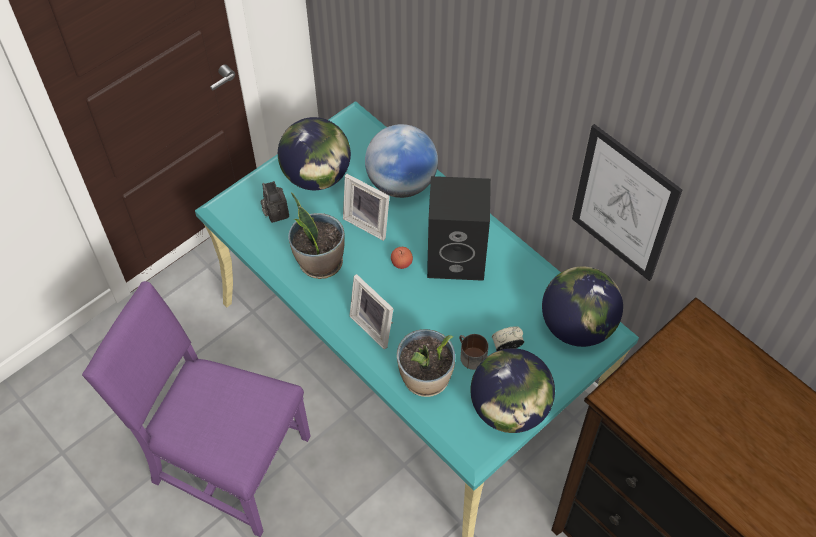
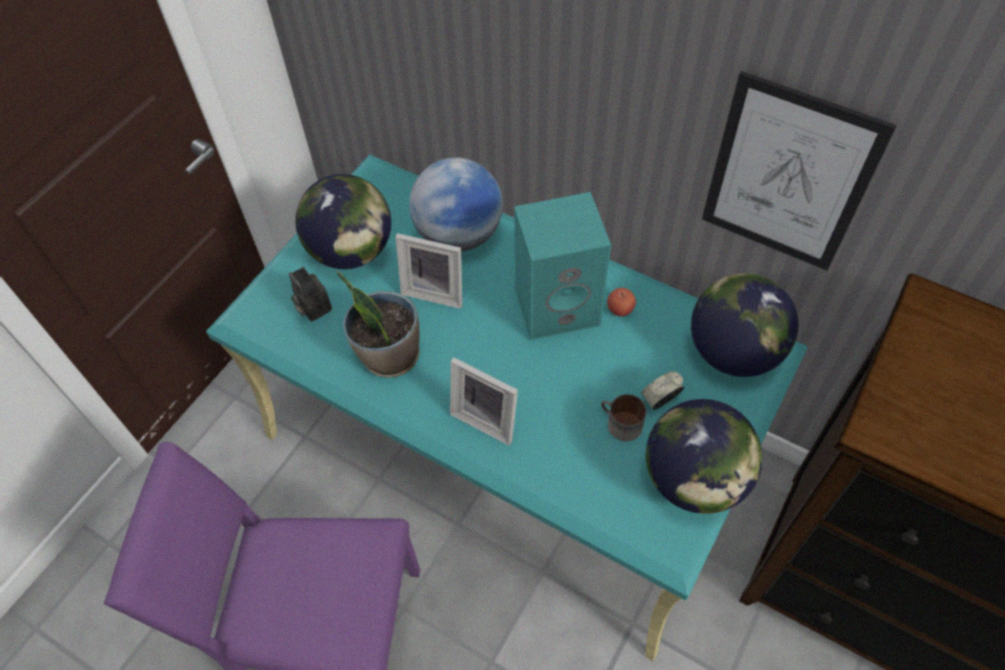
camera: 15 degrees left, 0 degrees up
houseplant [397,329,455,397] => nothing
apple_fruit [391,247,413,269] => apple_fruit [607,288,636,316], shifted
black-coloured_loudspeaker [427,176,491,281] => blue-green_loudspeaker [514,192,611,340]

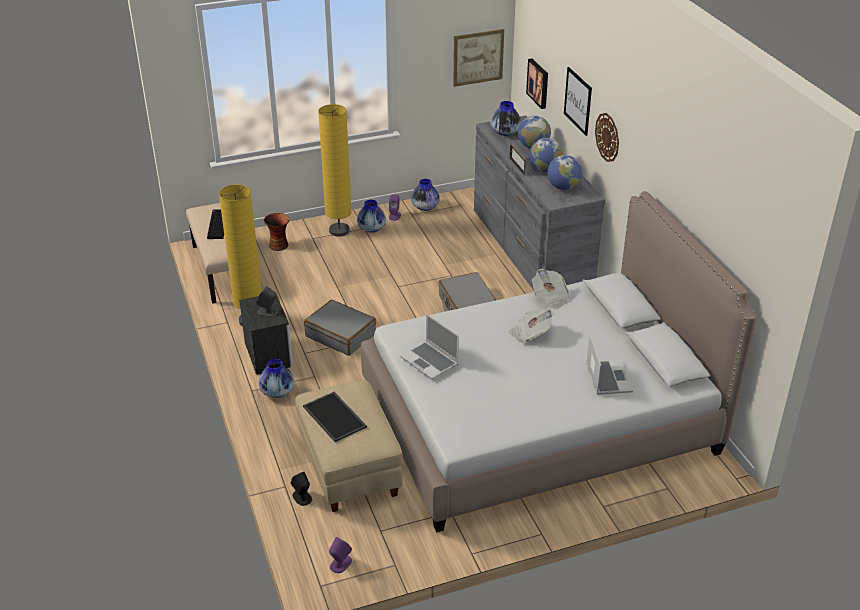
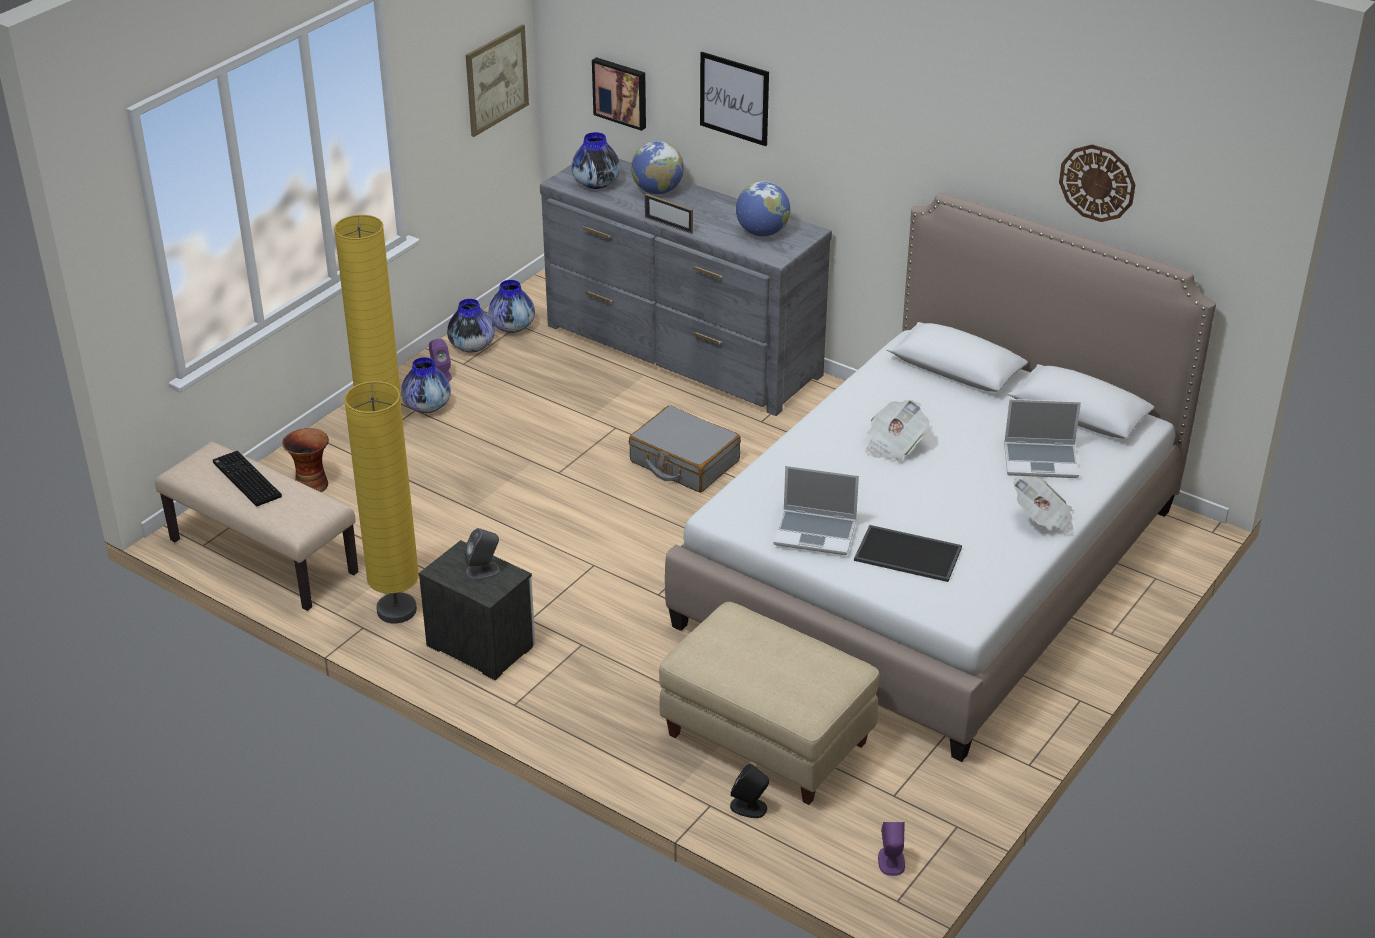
camera: 35 degrees left, 0 degrees up
gray_piece_of_luggage [304,300,376,356] => nothing
globe [529,138,563,172] => nothing
decorative_vase [259,359,294,398] => decorative_vase [488,280,535,333], shifted
carrying_tray [303,392,367,442] => carrying_tray [854,525,962,582], shifted
printed_paper [532,269,571,310] => printed_paper [1014,476,1074,534], shifted
clock_on_the_wall [595,113,619,162] => clock_on_the_wall [1059,144,1135,222], shifted
portable_computer [586,334,633,395] => portable_computer [1004,399,1081,478], 135 degrees clockwise

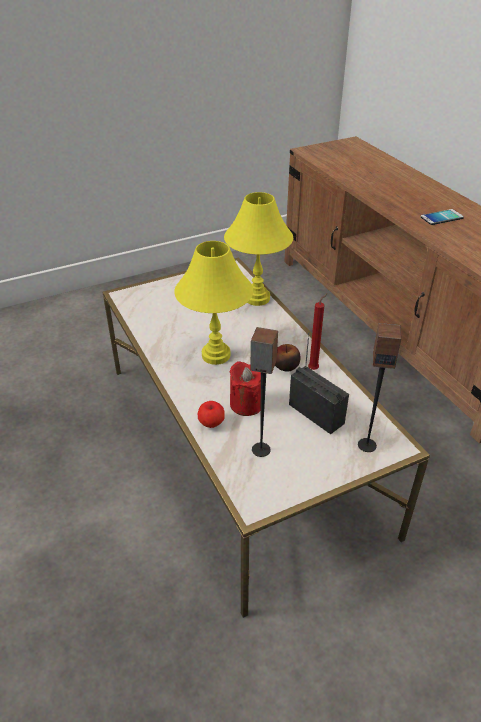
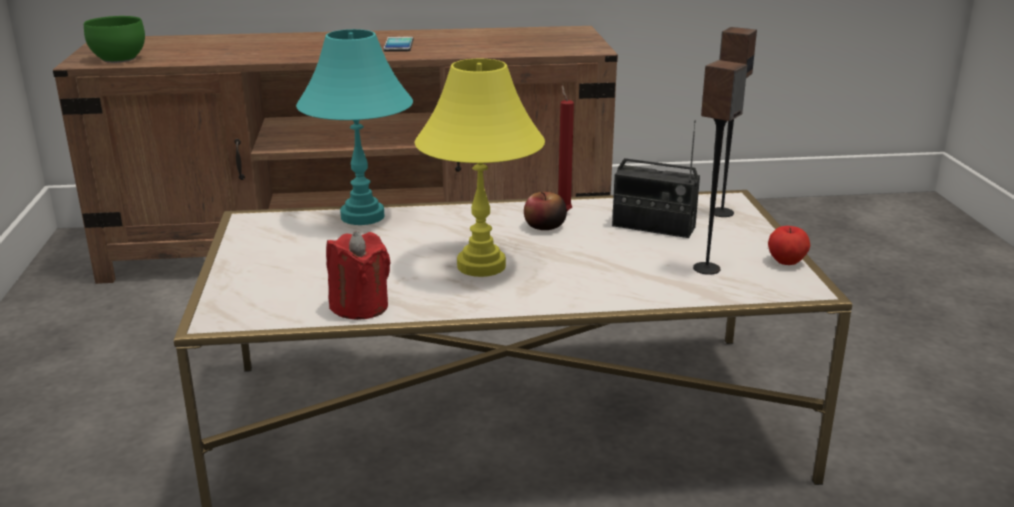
camera: 70 degrees left, 15 degrees down
nothing => green_serving_bowl [84,16,145,63]
apple_fruit [198,401,225,428] => apple_fruit [768,226,810,265], shifted
reddish_wax_light [229,361,261,416] => reddish_wax_light [326,231,391,320], shifted
yellow-coloured_table_lamp [224,192,293,306] => blue-green_table_lamp [296,29,413,225]
radio_receiver [289,333,349,434] => radio_receiver [612,120,700,238], 135 degrees counterclockwise

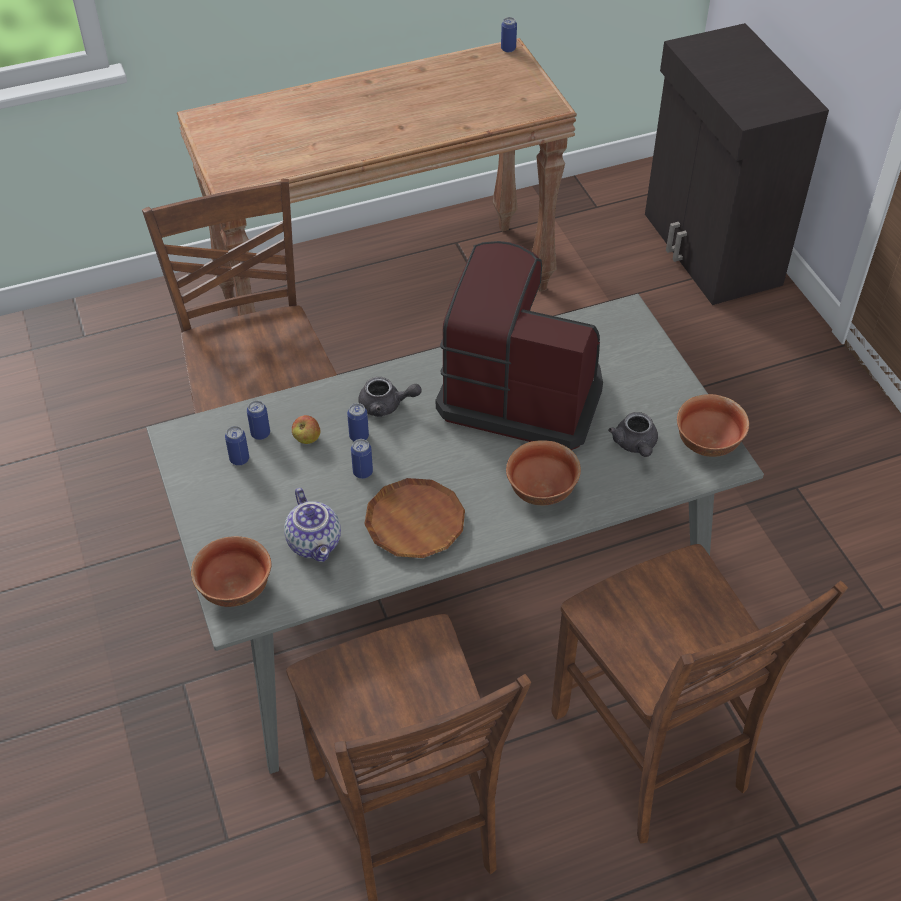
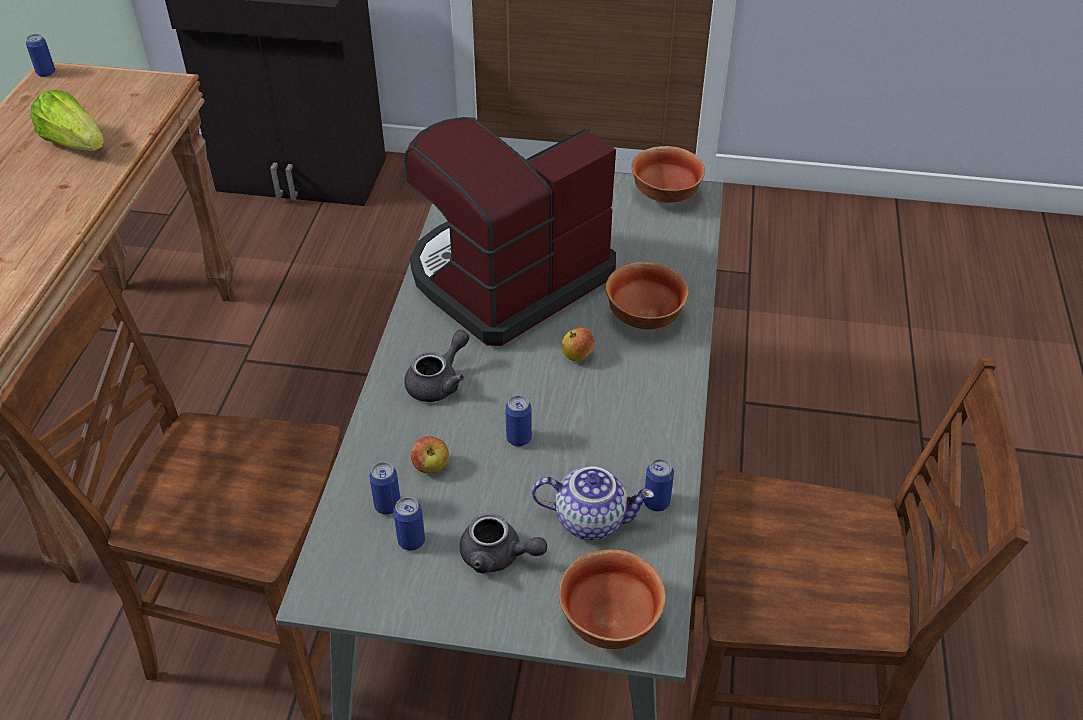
camera: 60 degrees left, 5 degrees down
brown_dinner_plate [365,478,465,558] => nothing
brown_plain_chair [551,544,848,843] => nothing
nothing => head_of_lettuce [30,90,104,151]
nothing => apple_fruit [561,327,595,362]
sealed_can [347,403,369,441] => sealed_can [644,459,674,512], shifted
gray_pot_for_tea [608,412,658,457] => gray_pot_for_tea [460,513,547,574], shifted

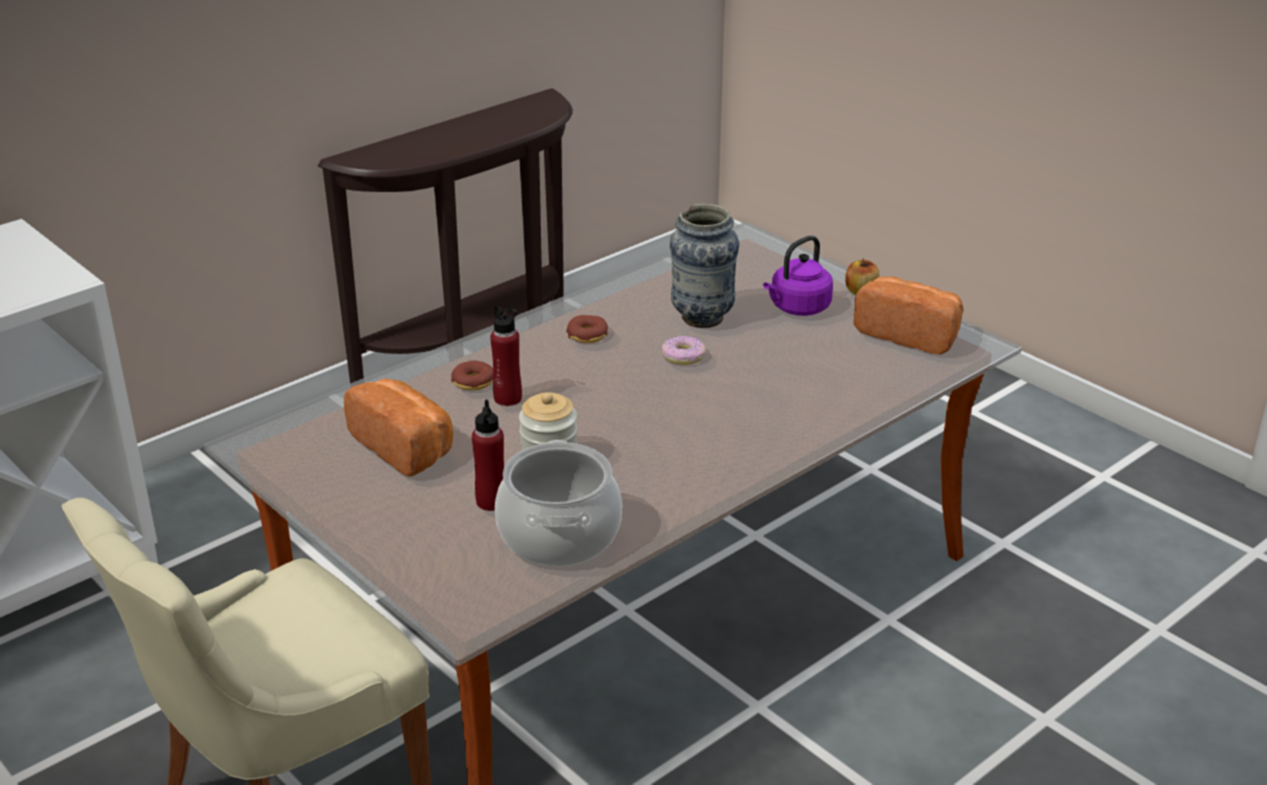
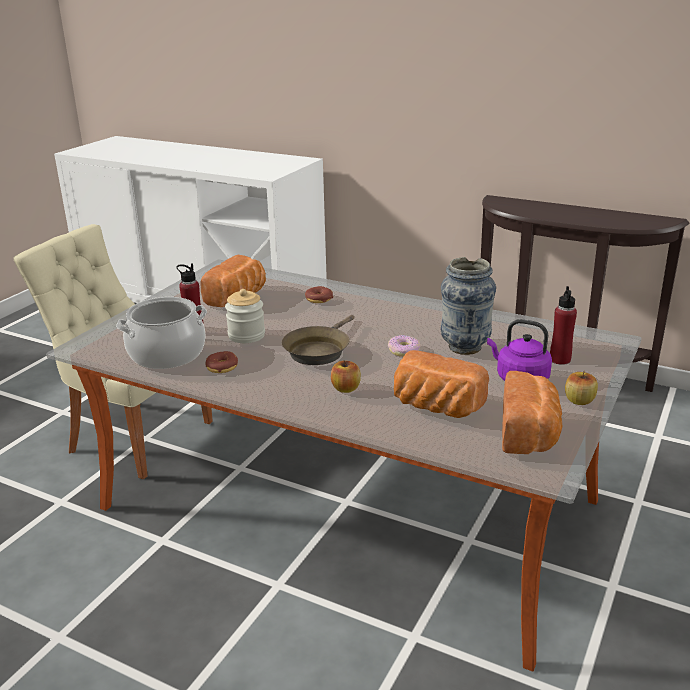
camera: 70 degrees right, 5 degrees down
nothing => brown_pan [282,315,355,365]
nothing => apple_fruit [331,361,361,393]
nothing => bakery_bread [394,350,489,418]
reddish_drink_bottle [490,305,522,406] => reddish_drink_bottle [550,286,577,365], shifted
ring_doughnut [566,315,608,343] => ring_doughnut [205,351,238,373], shifted

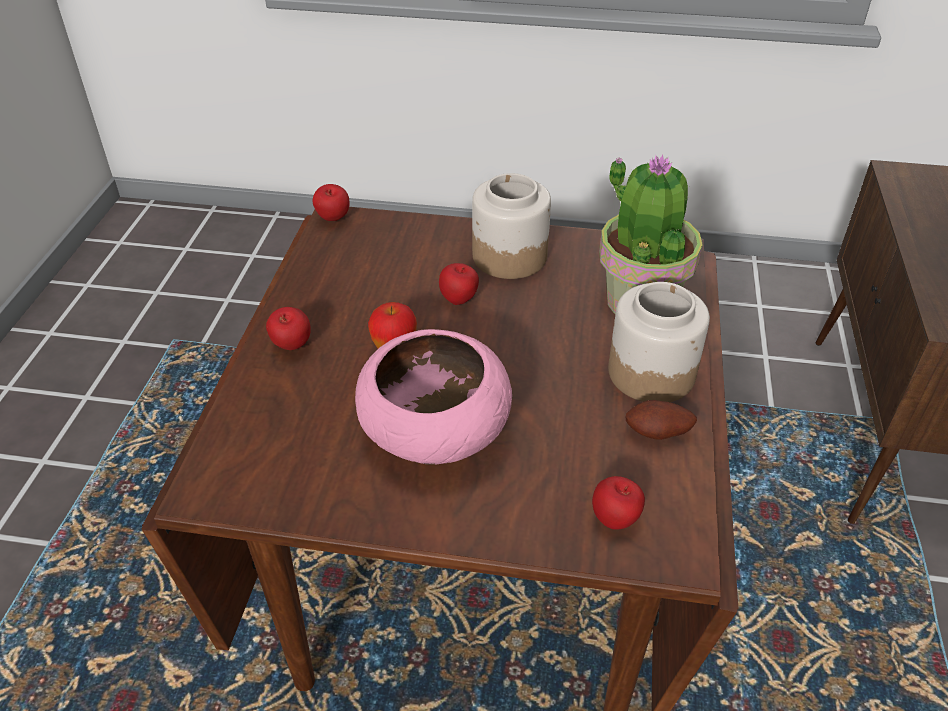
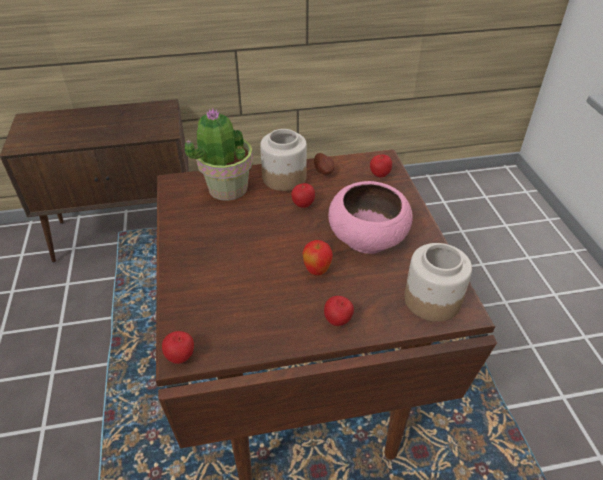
camera: 110 degrees left, 0 degrees up
apple_fruit [439,263,479,305] => apple_fruit [291,183,315,208], shifted
jar [472,173,551,279] => jar [404,243,472,322], shifted

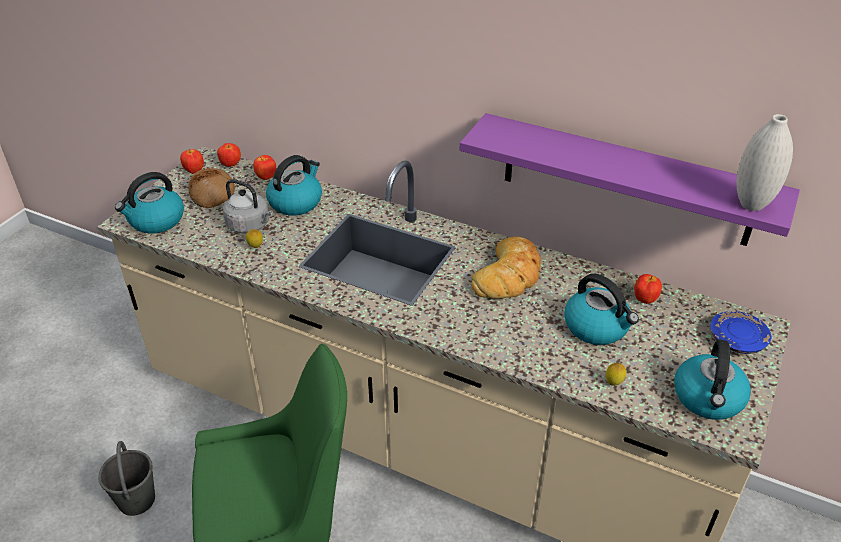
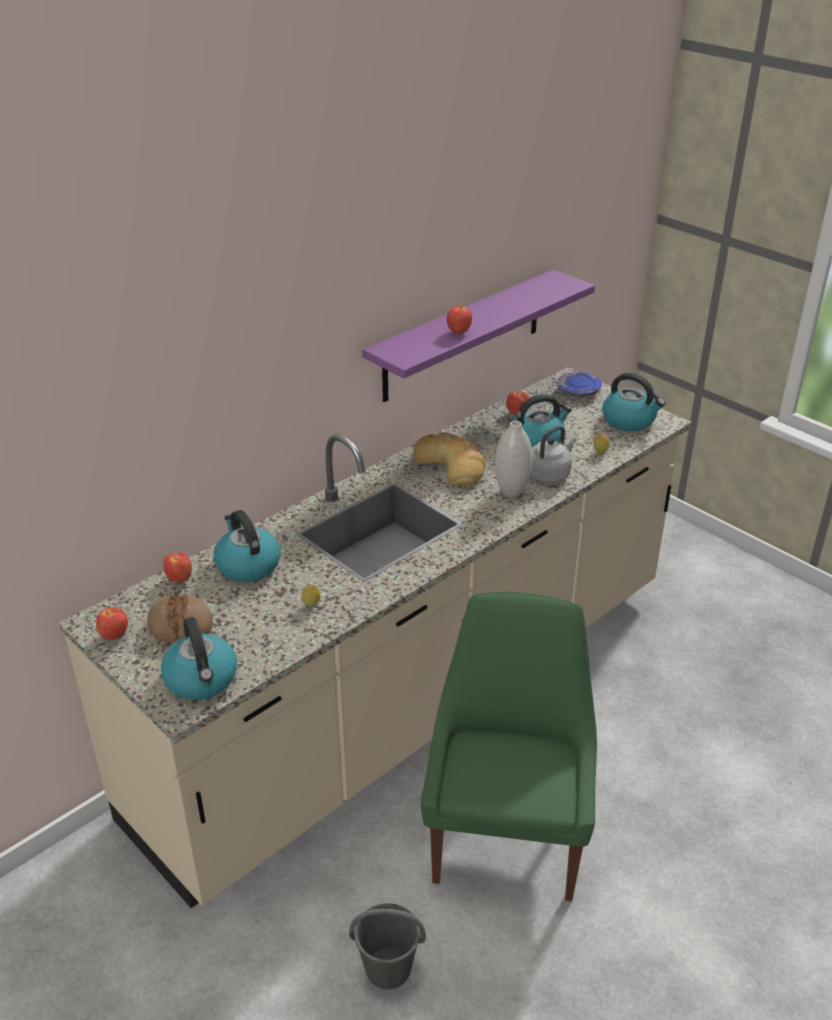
camera: 70 degrees left, 5 degrees down
apple_fruit [217,143,241,167] => apple_fruit [447,305,472,334], shifted
gray_kettle [223,179,273,233] => gray_kettle [530,426,576,483], shifted
white_decorative_vase [737,114,793,211] => white_decorative_vase [495,421,532,497], shifted

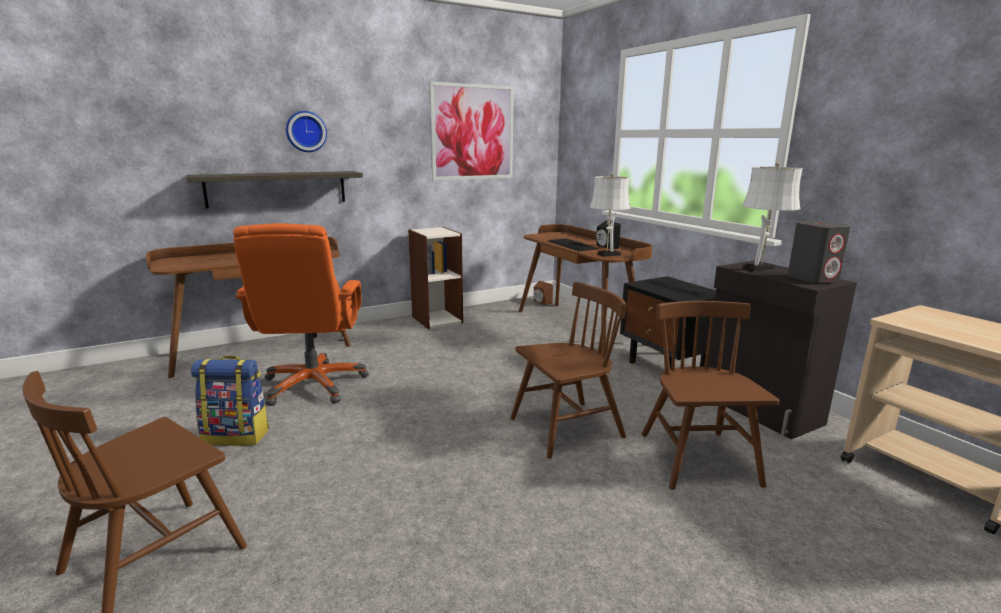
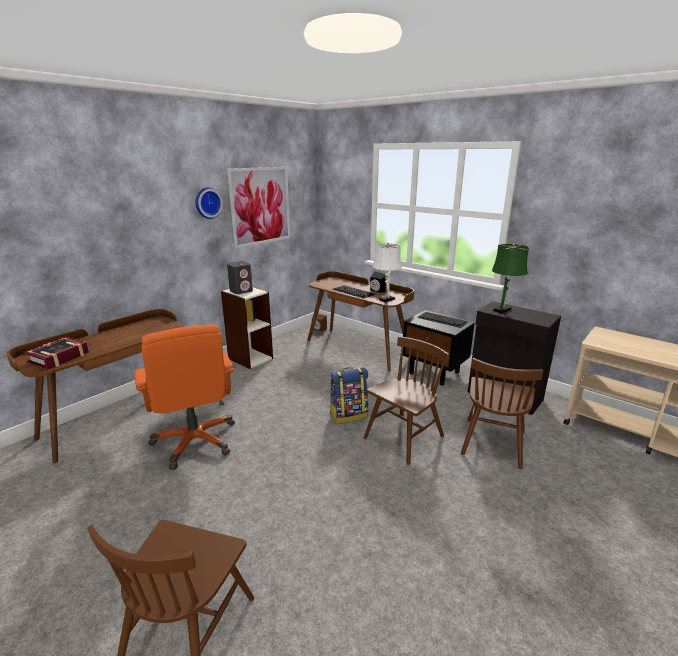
camera: 20 degrees left, 5 degrees up
wall_shelf [186,171,363,208] => nothing
nothing => book [23,337,89,370]
backpack [191,356,269,446] => backpack [330,367,368,424], shifted
clock_on_the_wall [286,111,327,152] => clock_on_the_wall [196,187,223,219], shifted
gray_loudspeaker [788,221,851,283] => gray_loudspeaker [227,261,253,294], shifted
white_table_lamp [742,162,803,272] => green_table_lamp [492,243,529,313]
brown_plain_chair [641,301,779,490] => brown_plain_chair [461,358,543,469], 135 degrees counterclockwise

